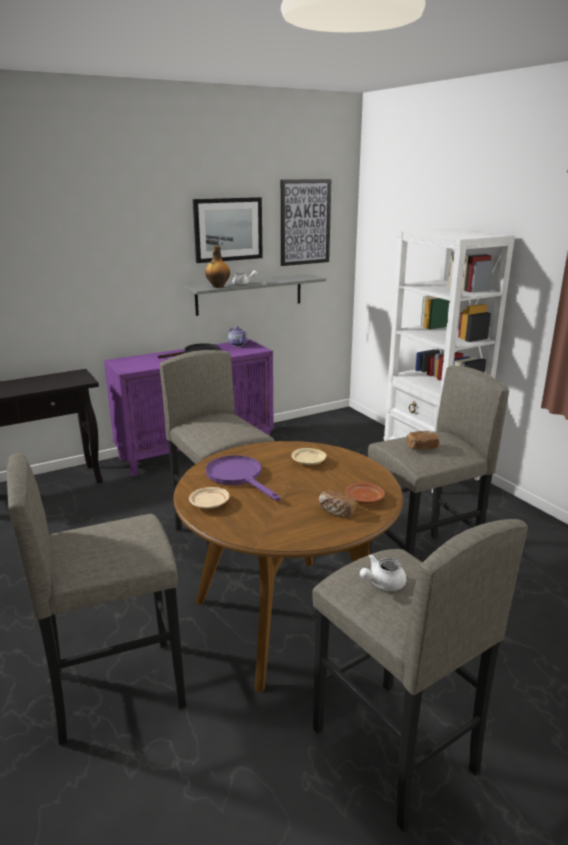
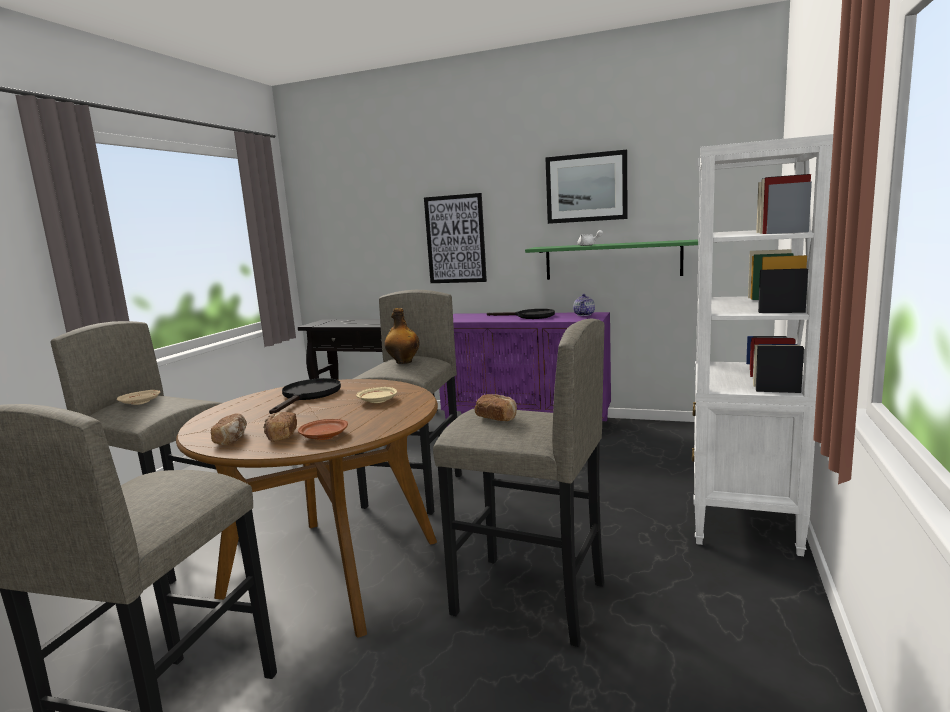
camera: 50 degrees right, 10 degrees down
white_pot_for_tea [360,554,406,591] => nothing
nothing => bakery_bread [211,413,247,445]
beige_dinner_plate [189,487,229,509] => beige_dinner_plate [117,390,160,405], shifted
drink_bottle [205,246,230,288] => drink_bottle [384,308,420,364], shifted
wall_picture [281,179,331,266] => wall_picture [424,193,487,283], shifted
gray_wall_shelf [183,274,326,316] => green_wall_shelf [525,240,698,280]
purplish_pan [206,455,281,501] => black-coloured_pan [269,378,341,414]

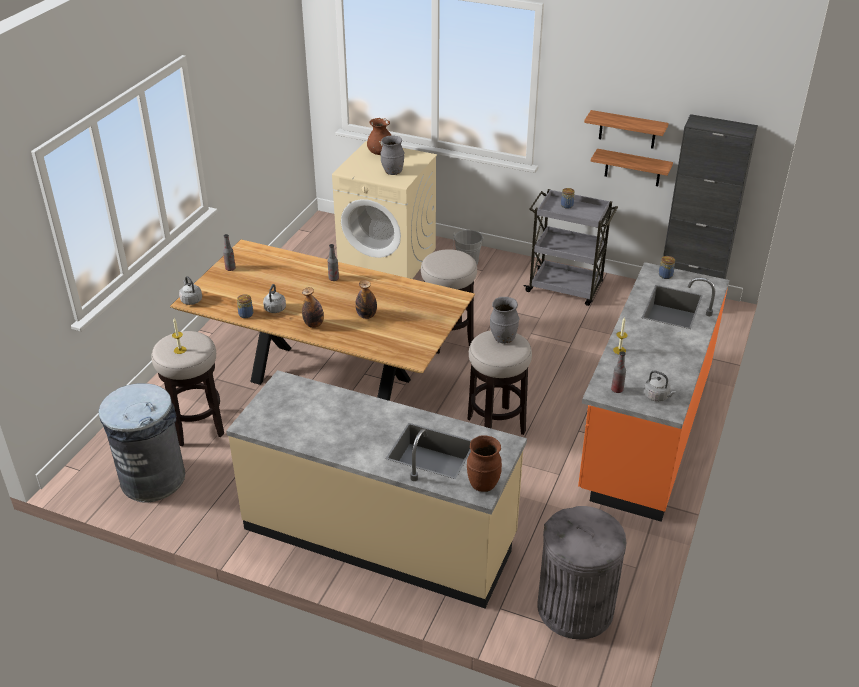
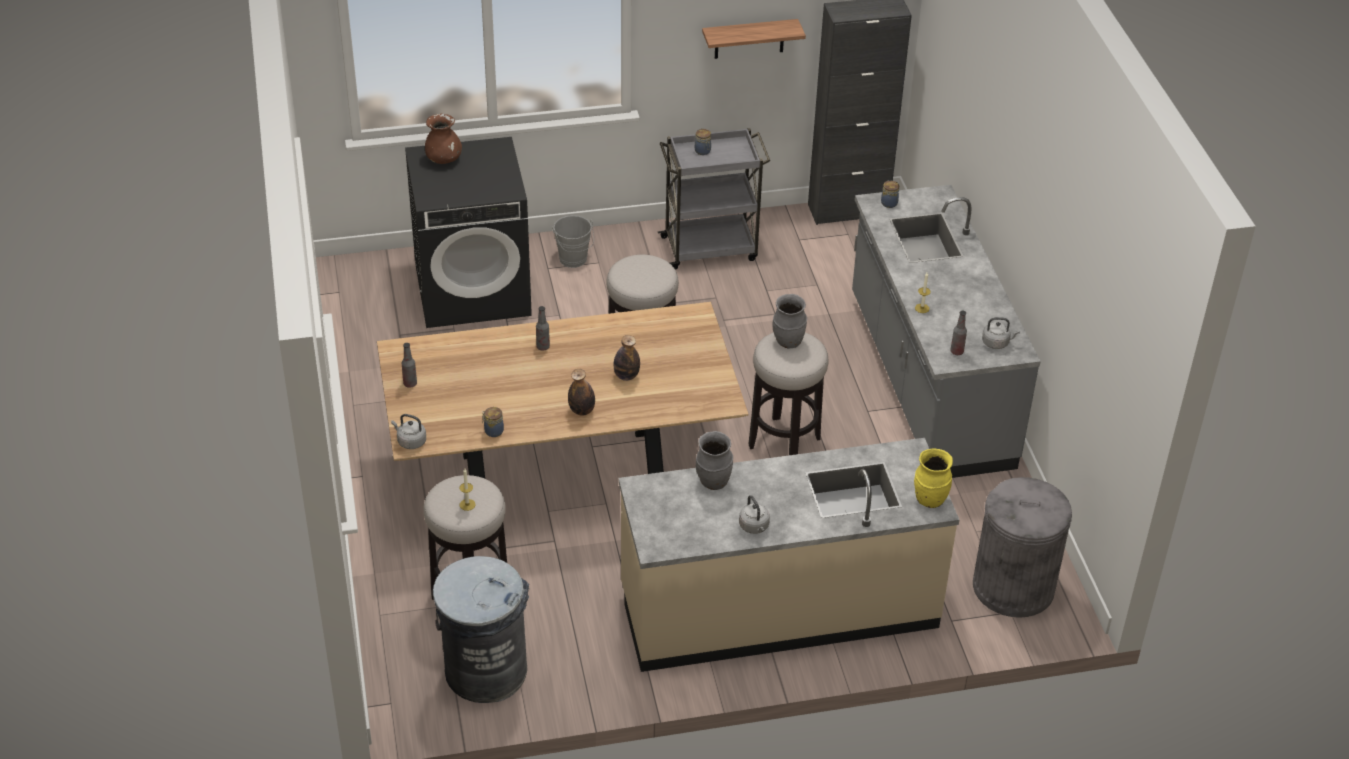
camera: 35 degrees left, 5 degrees up
wall_shelf [591,149,673,186] => nothing
gray_kettle [263,284,286,313] => gray_kettle [739,495,770,534], shifted
gray_decorative_vase [381,135,404,175] => gray_decorative_vase [696,431,733,490], shifted
beige_laundry_machine [332,141,437,279] => black-coloured_laundry_machine [405,137,532,328]
brown_decorative_vase [467,436,502,492] => yellow-coloured_decorative_vase [914,448,953,508]
orangey_kitchen_base_unit [578,262,729,522] => gray_kitchen_base_unit [852,185,1041,478]

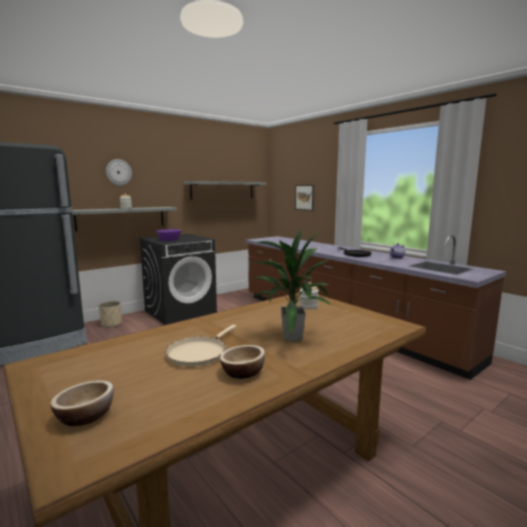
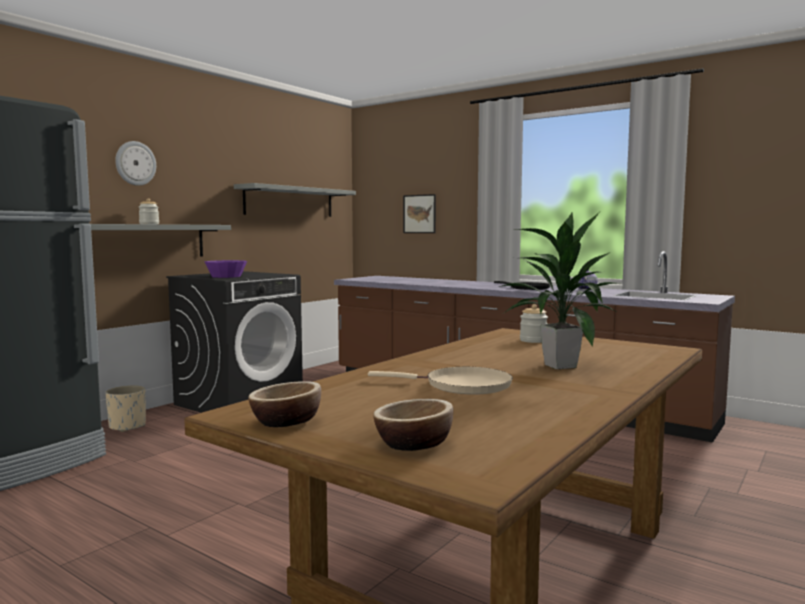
camera: 15 degrees left, 5 degrees down
serving_bowl [220,345,265,379] => serving_bowl [248,381,321,427], shifted
beige_pan [166,325,236,366] => beige_pan [368,367,513,395], 90 degrees counterclockwise

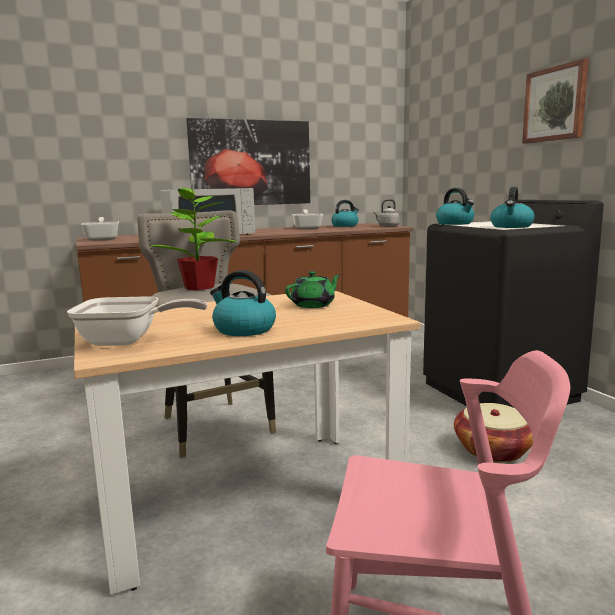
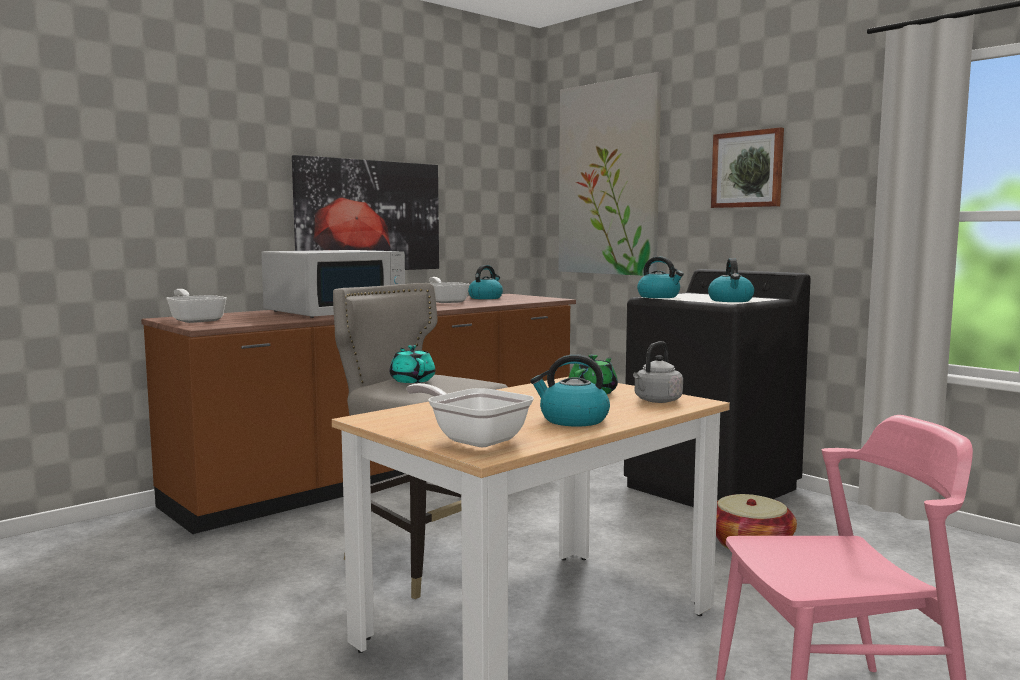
camera: 20 degrees left, 5 degrees down
nothing => wall_picture [559,72,661,276]
gray_kettle [373,199,400,227] => gray_kettle [633,341,683,403], shifted
houseplant [151,183,237,290] => blue-green_pot_for_tea [390,345,436,383]
pan [67,296,208,346] => pan [407,383,534,447], 120 degrees counterclockwise

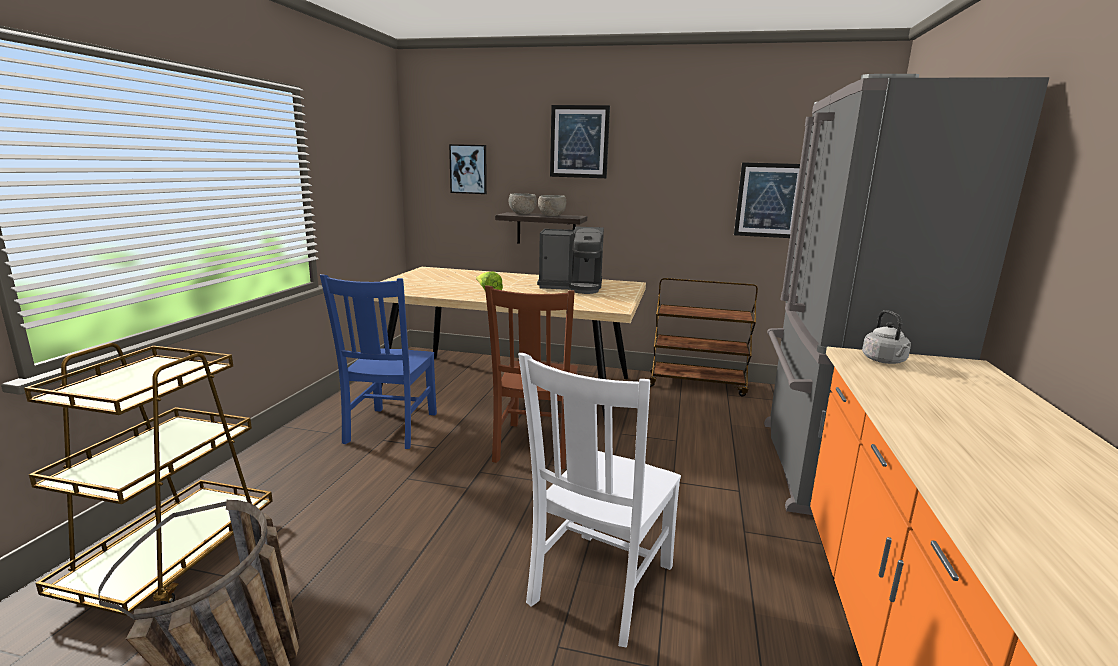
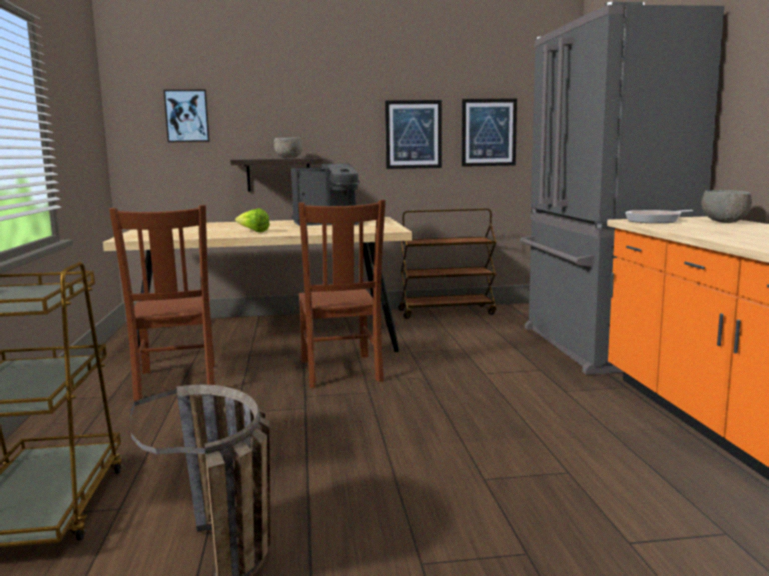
camera: 20 degrees left, 5 degrees down
white_plain_chair [518,353,681,648] => nothing
gray_serving_bowl [508,193,537,214] => gray_serving_bowl [701,190,752,223], shifted
wall_picture [550,105,610,178] => wall_picture [385,100,442,169], shifted
gray_kettle [862,310,911,364] => pan [625,210,693,223]
blue-coloured_plain_chair [320,274,437,449] => brown_plain_chair [109,205,215,401]

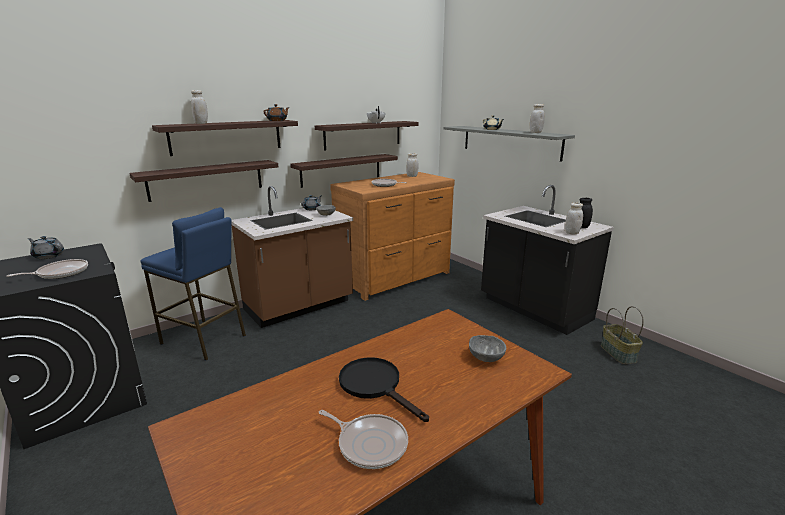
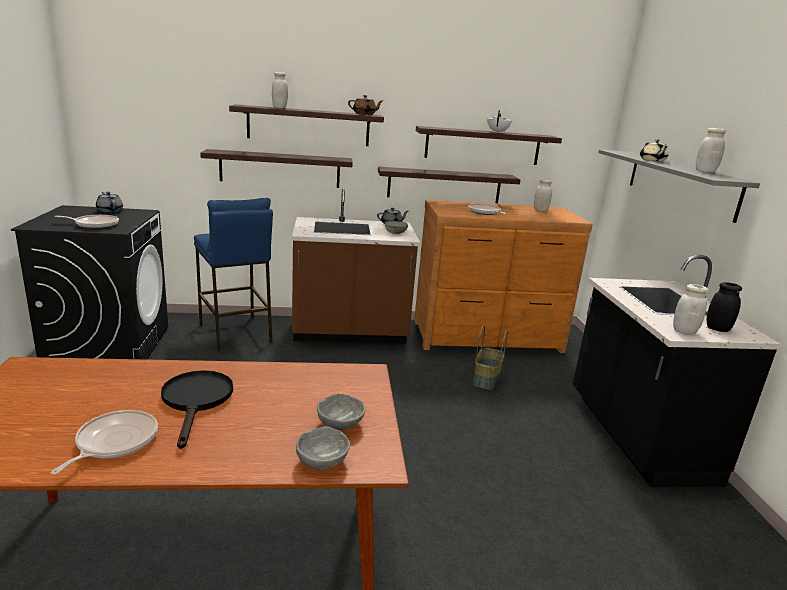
camera: 30 degrees right, 0 degrees up
nothing => gray_serving_bowl [296,427,350,470]
basket [601,306,644,364] => basket [473,326,508,390], shifted
pan [318,410,408,469] => pan [51,410,158,475], 135 degrees counterclockwise

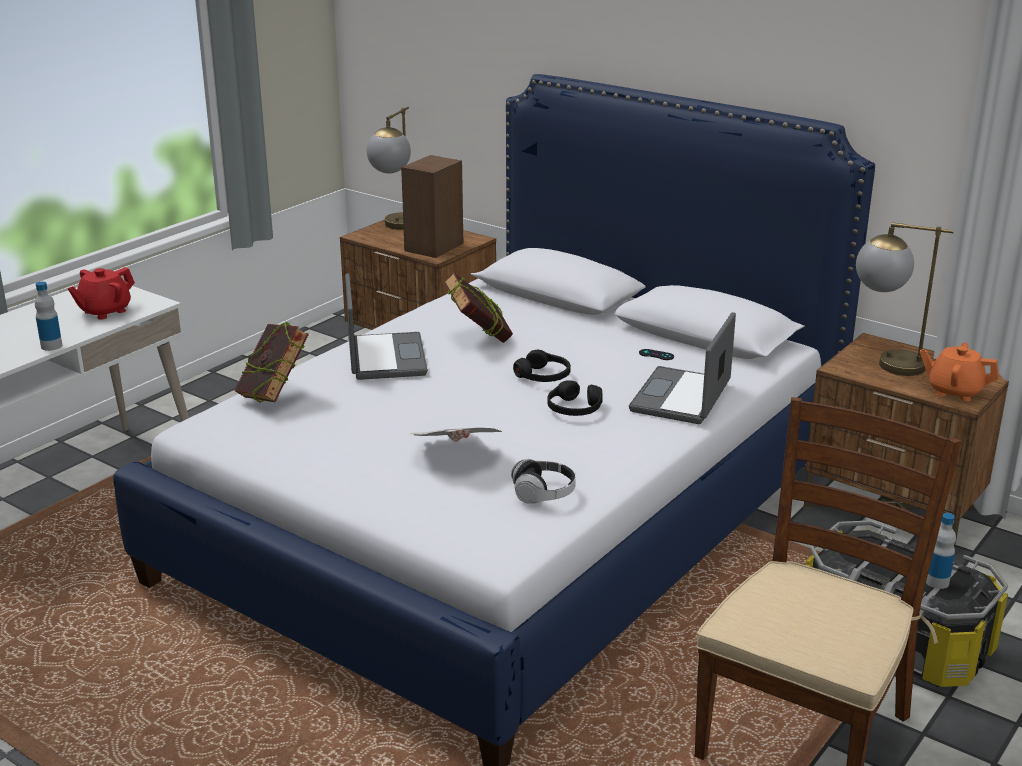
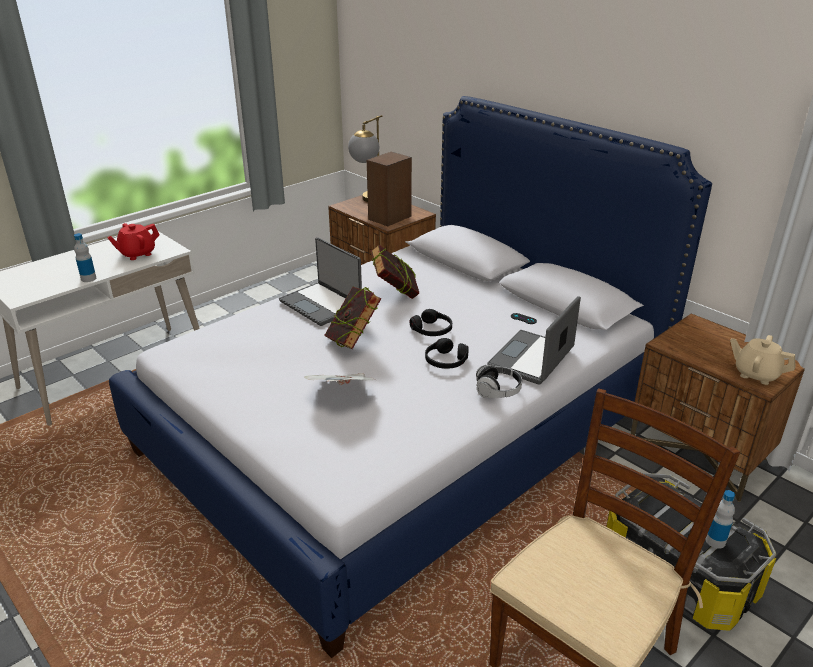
camera: 10 degrees right, 5 degrees up
table_lamp [856,222,954,376] => nothing
book [234,321,309,403] => book [324,287,382,349], shifted
headset [511,459,576,504] => headset [476,365,522,398], shifted
orangey_pot_for_tea [920,343,999,401] => beige_pot_for_tea [730,335,795,385]
portable_computer [345,273,428,380] => portable_computer [279,237,362,326], 135 degrees clockwise

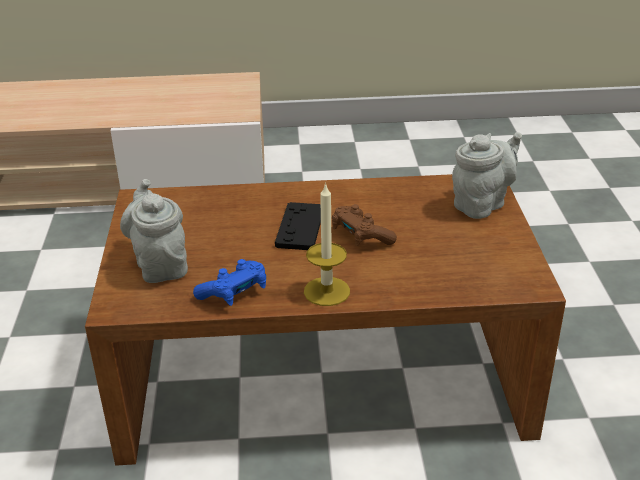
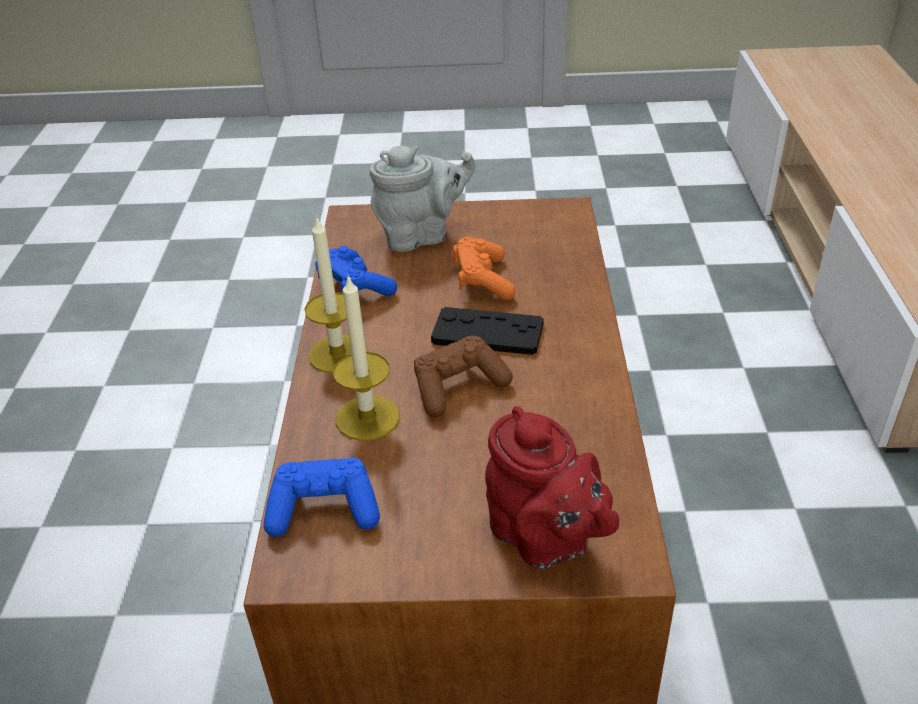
camera: 95 degrees right, 5 degrees up
nothing => blue-coloured_joypad [264,457,380,537]
nothing => wax_light [333,275,400,441]
nothing => orangey_joypad [452,237,516,300]
gray_pot_for_tea [452,132,522,219] => reddish_pot_for_tea [485,406,619,569]

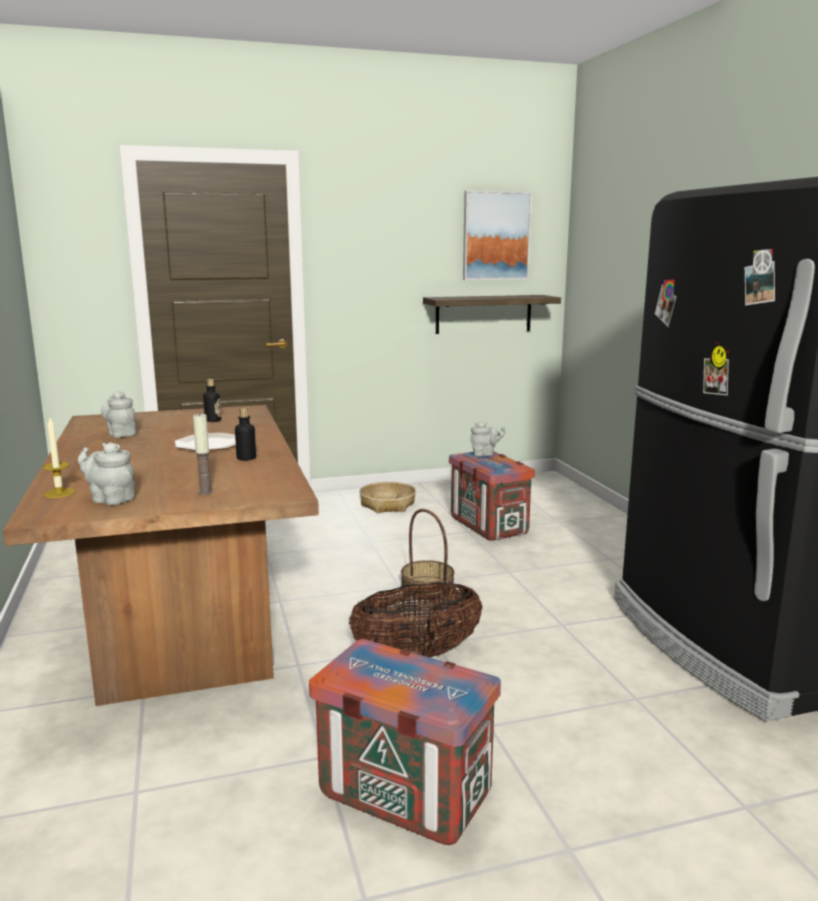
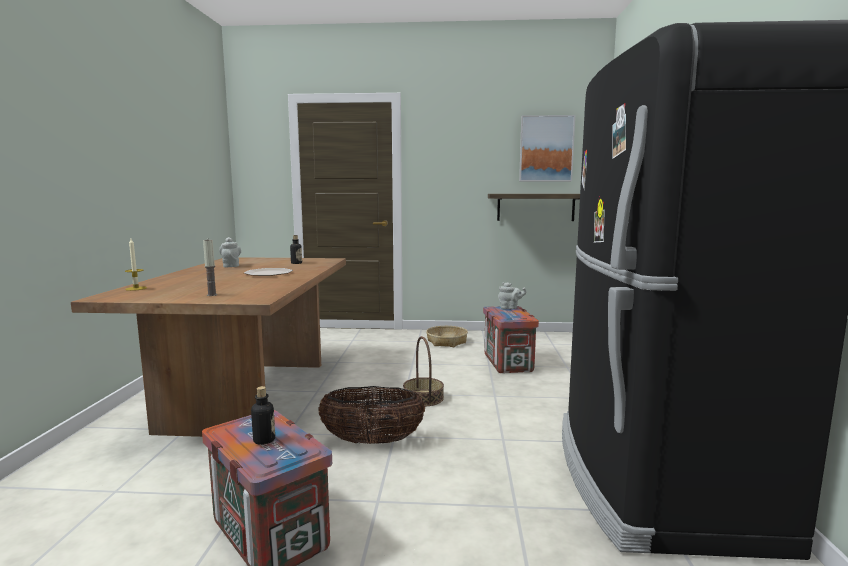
camera: 20 degrees right, 5 degrees down
gray_pot_for_tea [78,442,135,505] => nothing
drink_bottle [235,408,256,461] => drink_bottle [251,386,275,445], shifted

